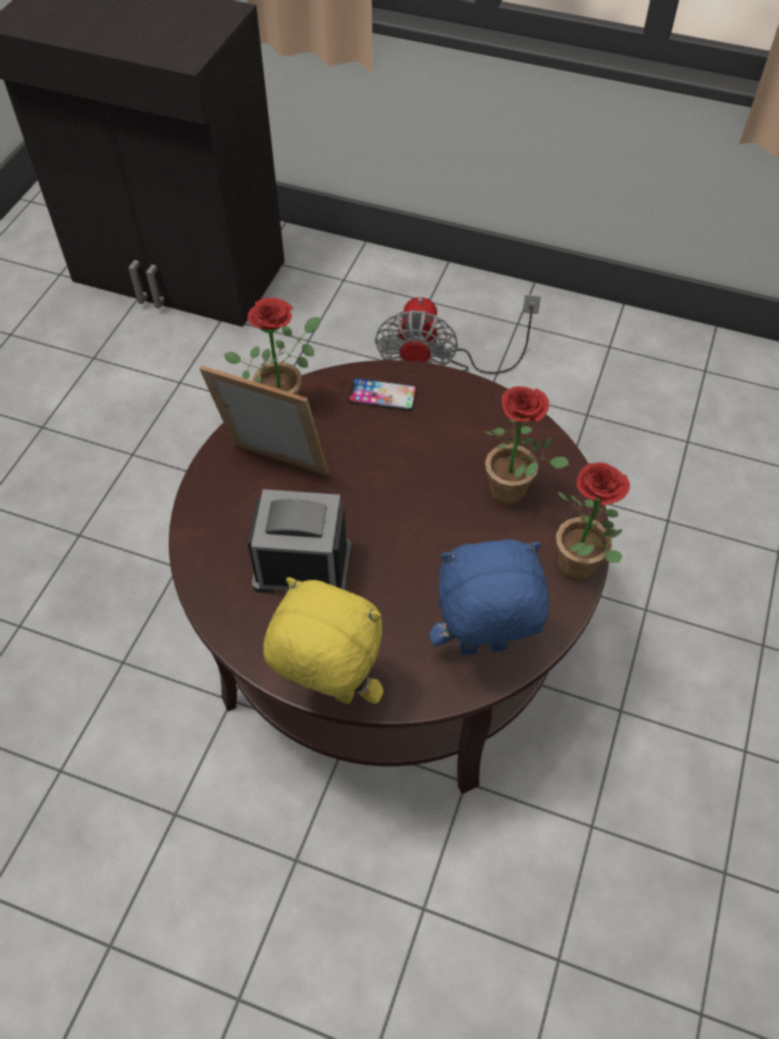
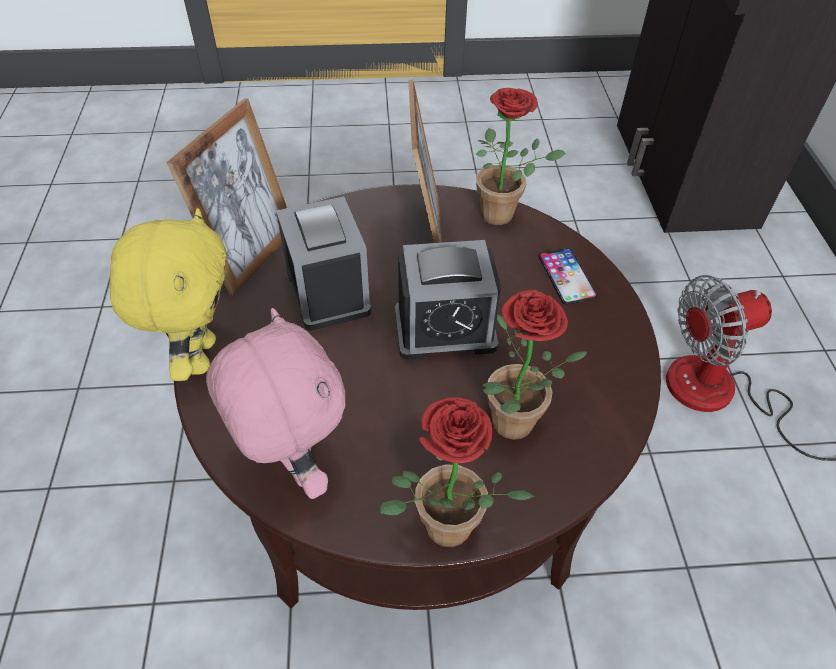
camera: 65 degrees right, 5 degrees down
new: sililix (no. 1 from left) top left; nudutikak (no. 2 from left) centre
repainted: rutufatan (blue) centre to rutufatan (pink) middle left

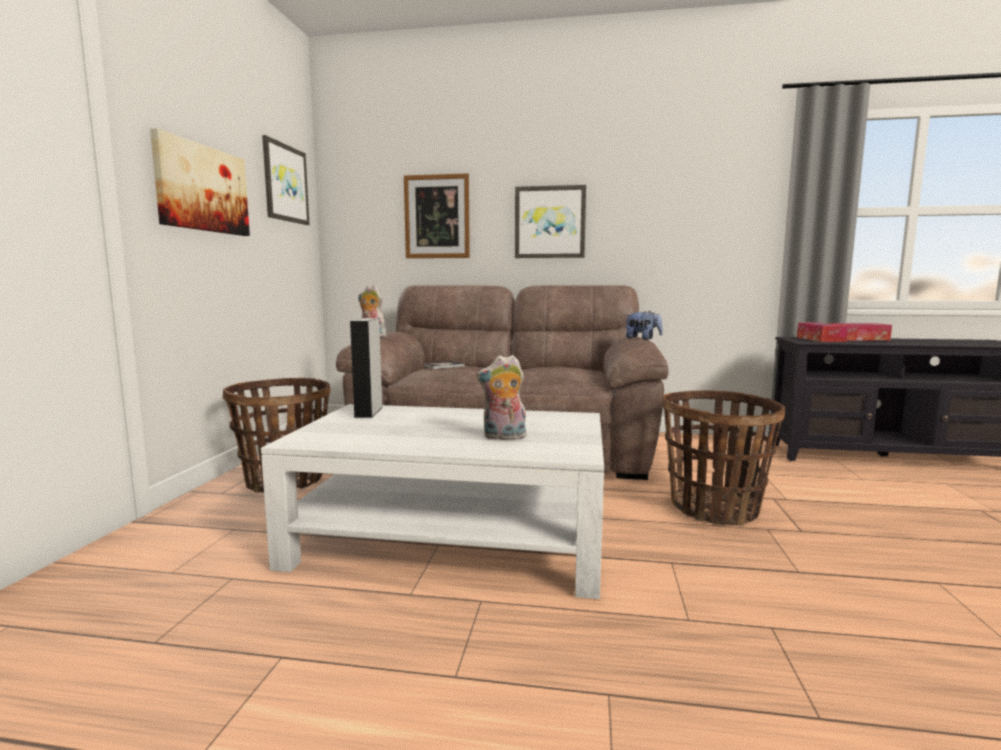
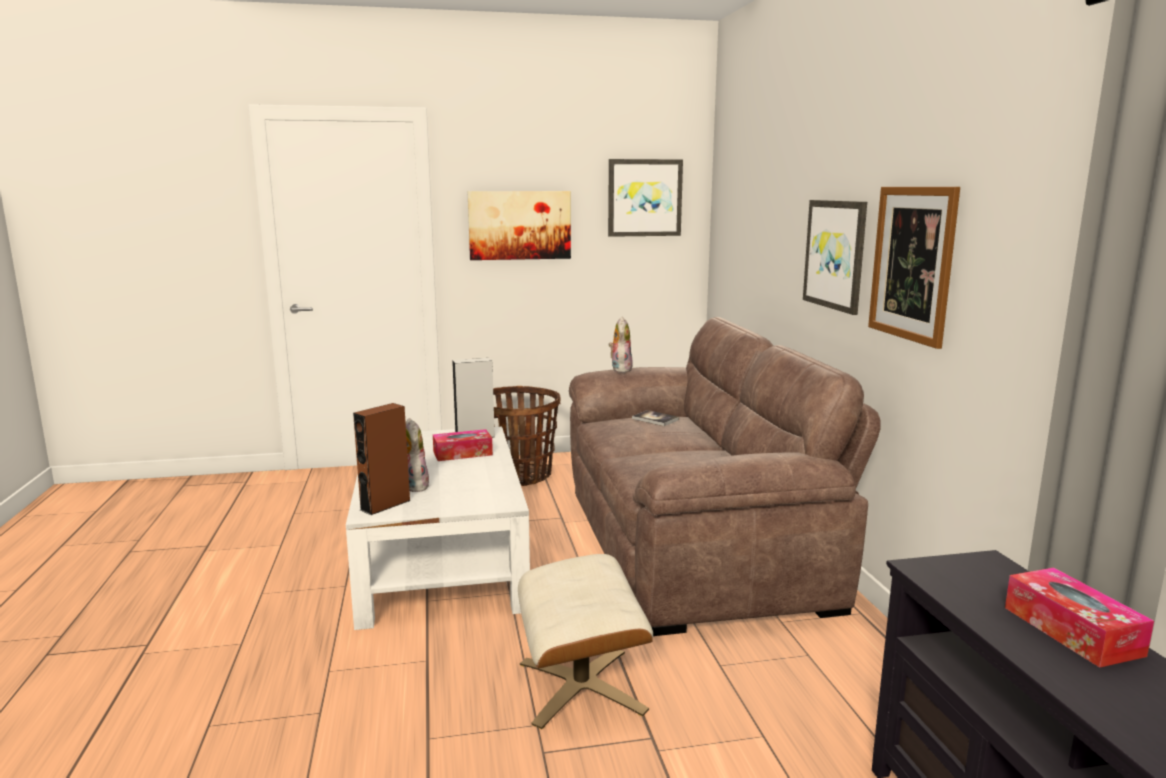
camera: 70 degrees right, 5 degrees up
gone: rutufatan (no. 3 from left) centre
new: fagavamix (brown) middle left
shifted: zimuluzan (no. 1 from left) middle right to centre; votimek (no. 3 from left in the first image) top centre to votimek (no. 4 from left) middle right
swapped: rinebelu (no. 2 from left) middle right to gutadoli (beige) bottom centre

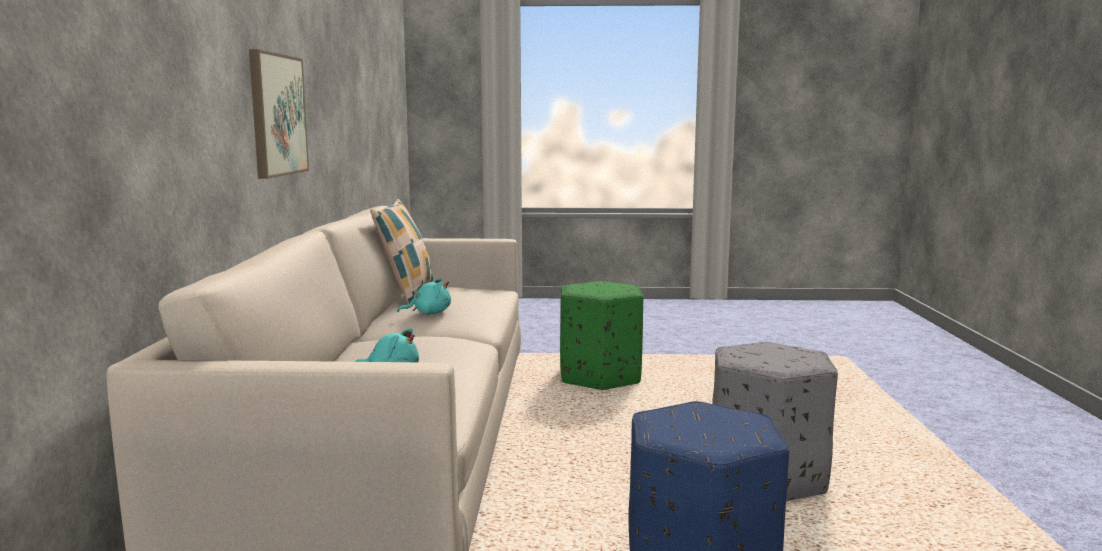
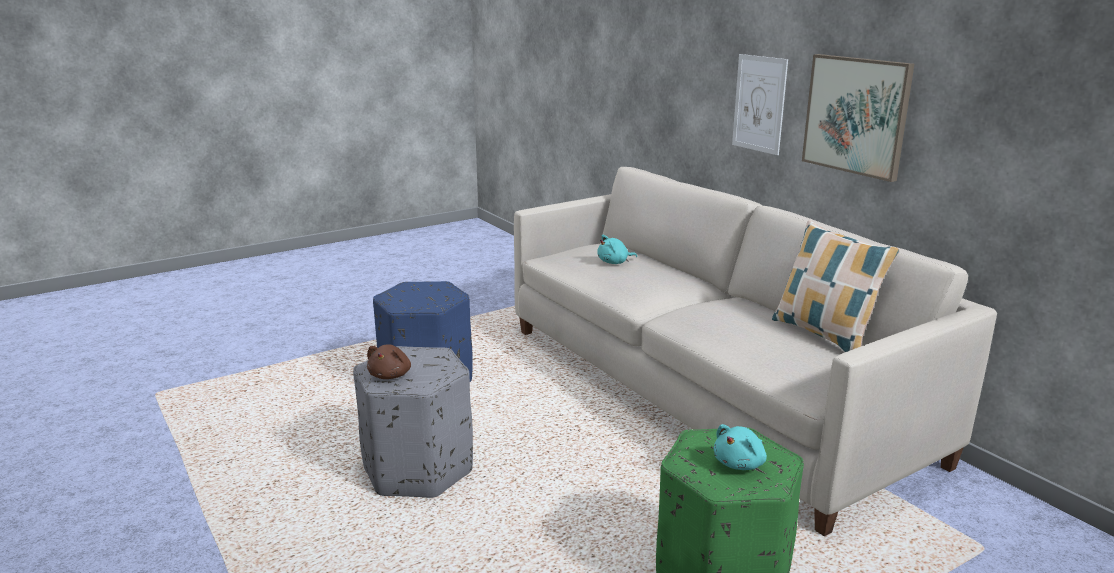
camera: 145 degrees right, 10 degrees up
new: rutufatan (brown) centre; votimek (no. 1 from left) top right
shifted: rutufatan (turquoise) (no. 2 from left) centre to bottom centre

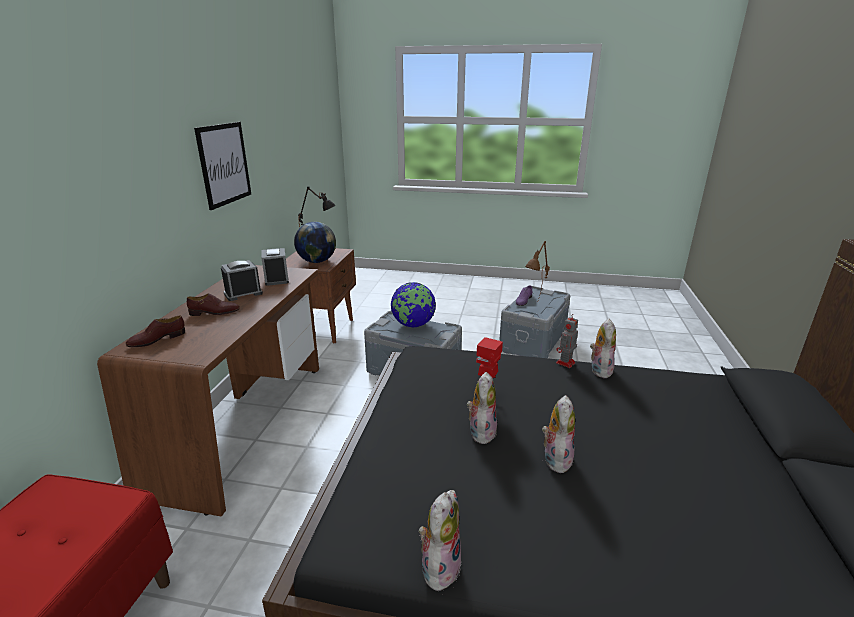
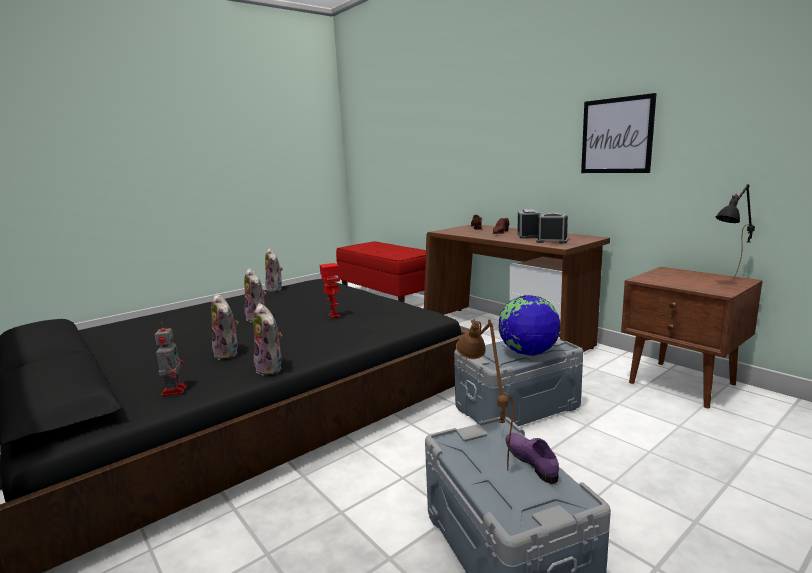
camera: 130 degrees right, 10 degrees down
gone: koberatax (no. 1 from left) centre
shifted: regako (no. 2 from left in the first image) centre to regako (no. 1 from left) middle left; rutufatan (no. 2 from left in the first image) centre to rutufatan (no. 1 from left) middle left

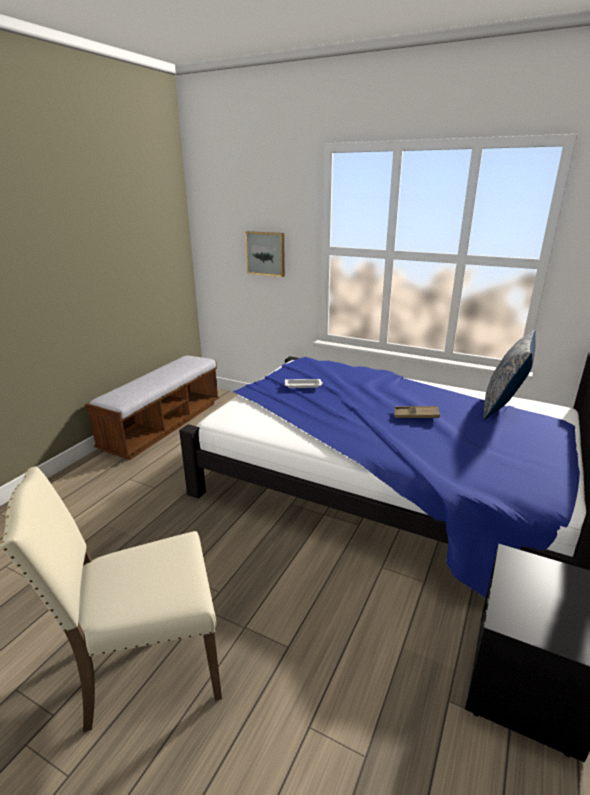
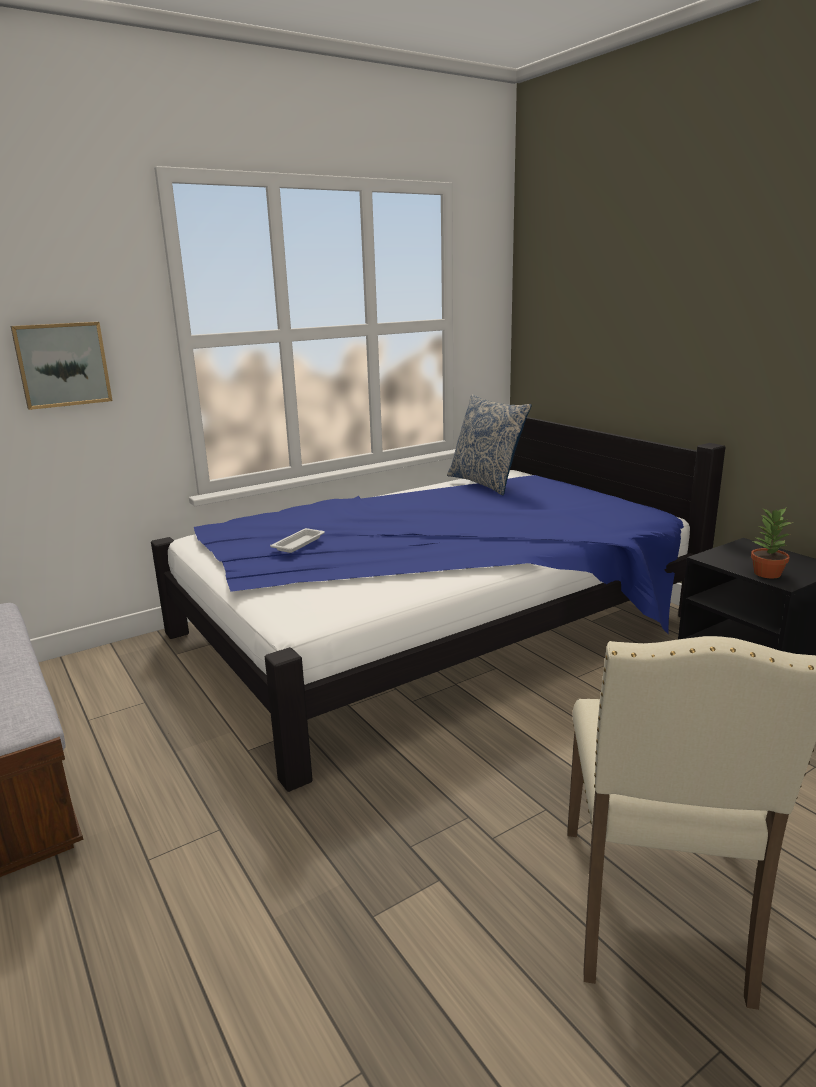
camera: 60 degrees left, 5 degrees down
gone: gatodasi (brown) middle right
new: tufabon middle right

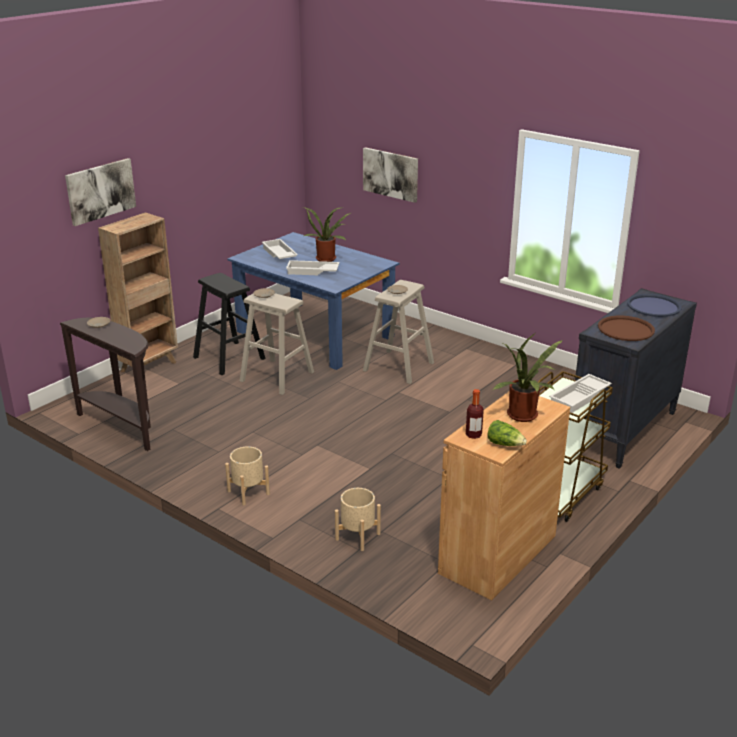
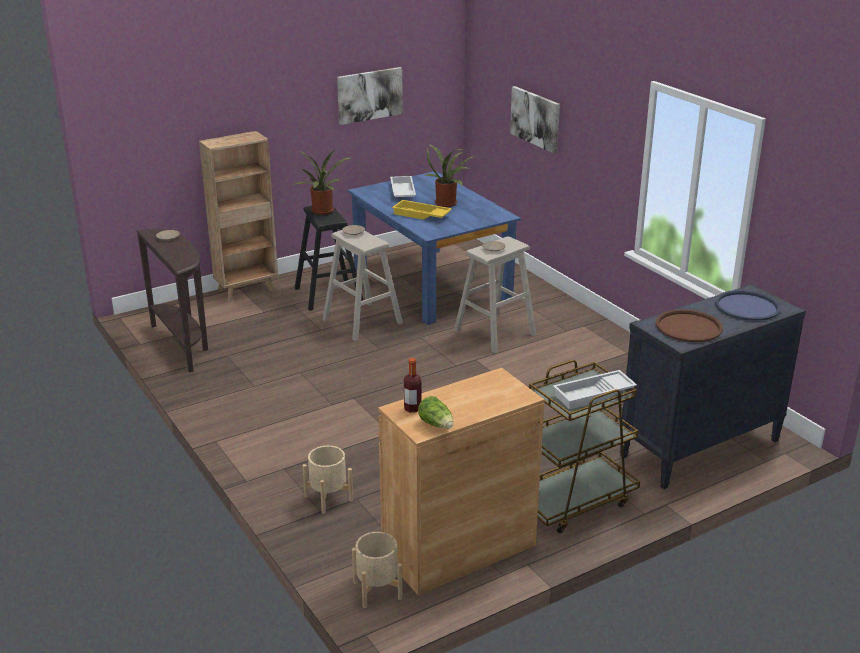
camera: 20 degrees right, 0 degrees up
shifted: tufabon (no. 2 from left in the first image) middle right to tufabon (no. 1 from left) top centre; votimek (no. 1 from left) top left to top centre; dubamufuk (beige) (no. 1 from left in the first image) centre to dubamufuk (beige) (no. 2 from left) bottom centre
repainted: gatodasi (white) (no. 2 from left) centre to gatodasi (yellow) top centre

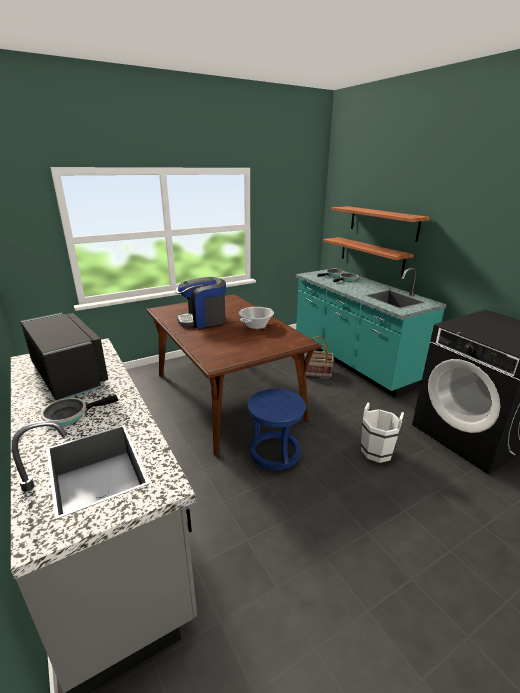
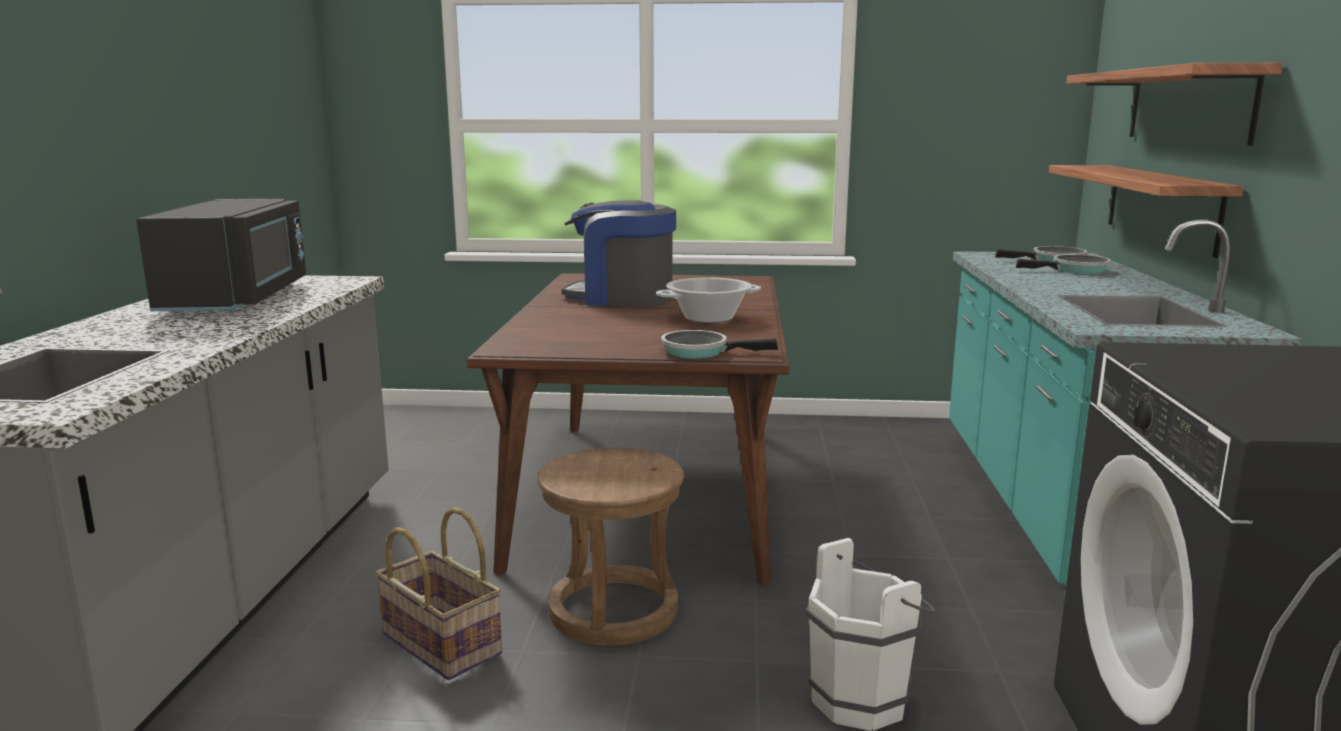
camera: 35 degrees right, 10 degrees down
shifted: rinebelu centre to bottom left; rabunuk (no. 1 from left) middle left to centre
repainted: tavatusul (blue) centre to tavatusul (brown) bottom centre

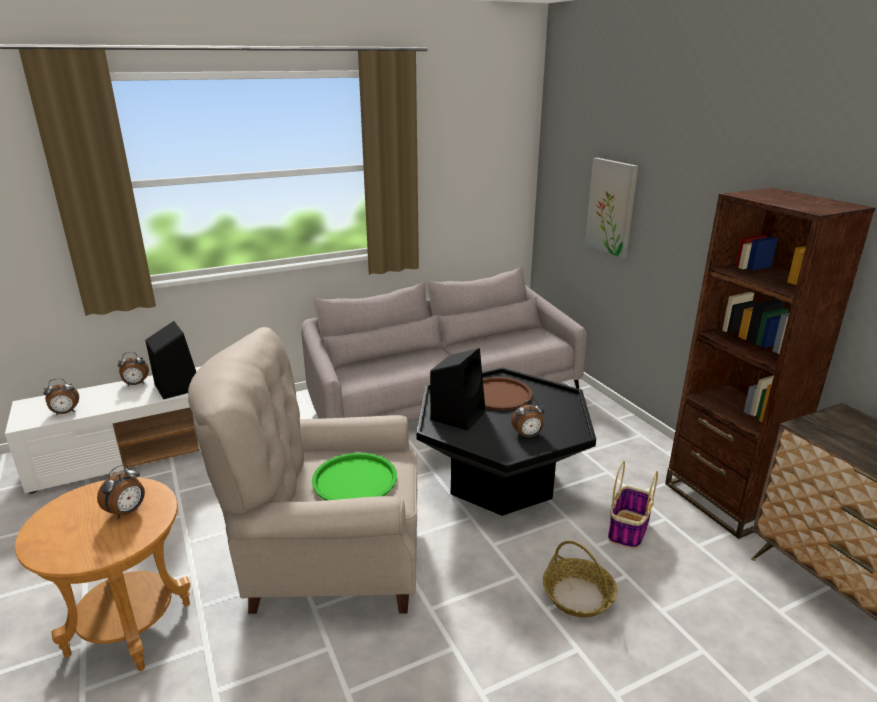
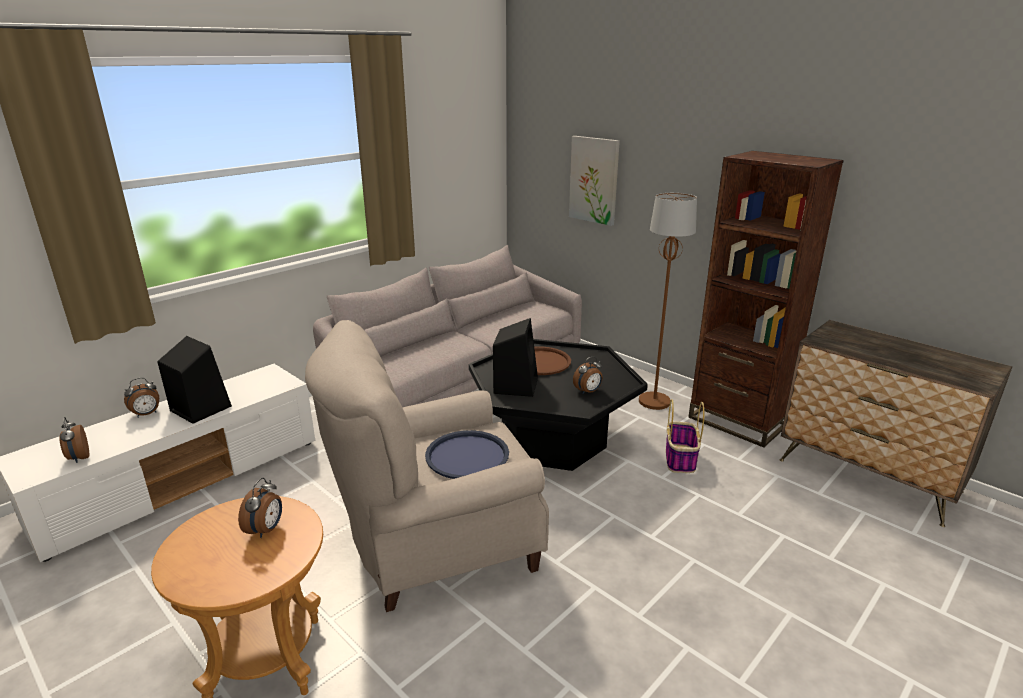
camera: 20 degrees left, 0 degrees up
gone: rinebelu (no. 1 from left) bottom centre
new: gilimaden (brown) centre
repainted: gatodasi (green) bottom centre to gatodasi (blue) centre
rotated: nudutikak (no. 1 from left) middle left = middle left 105 degrees clockwise

